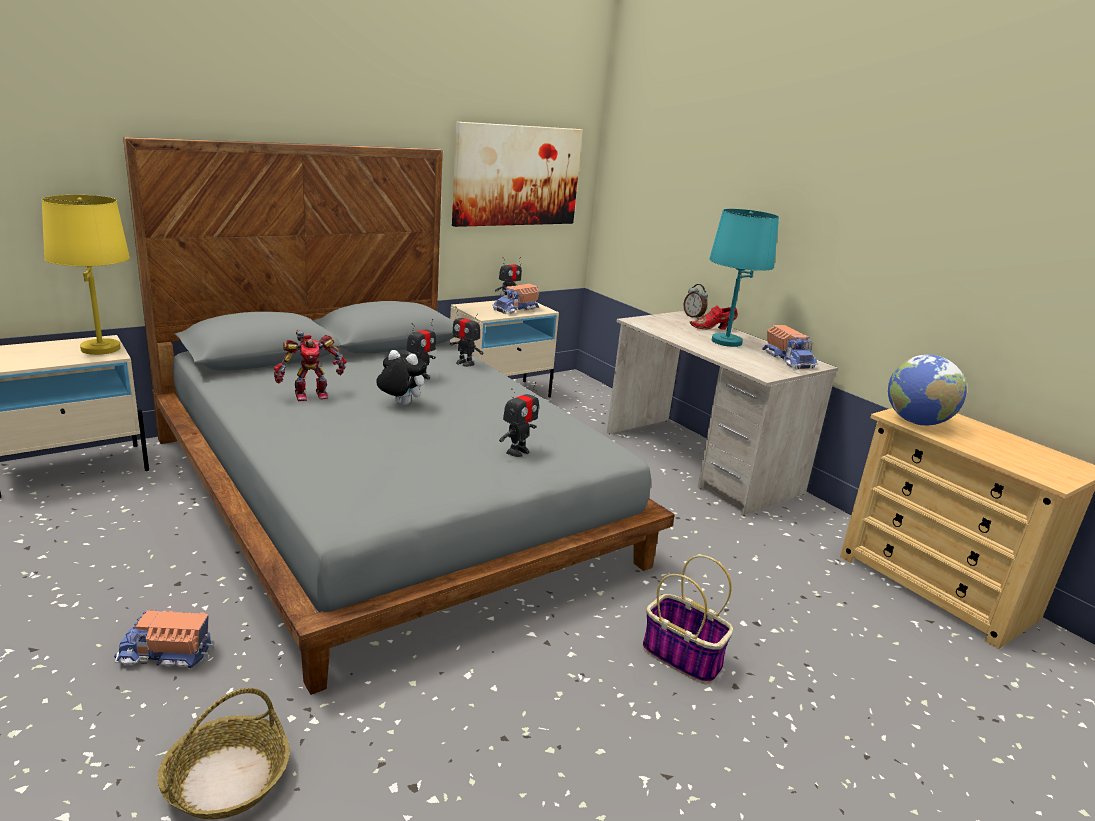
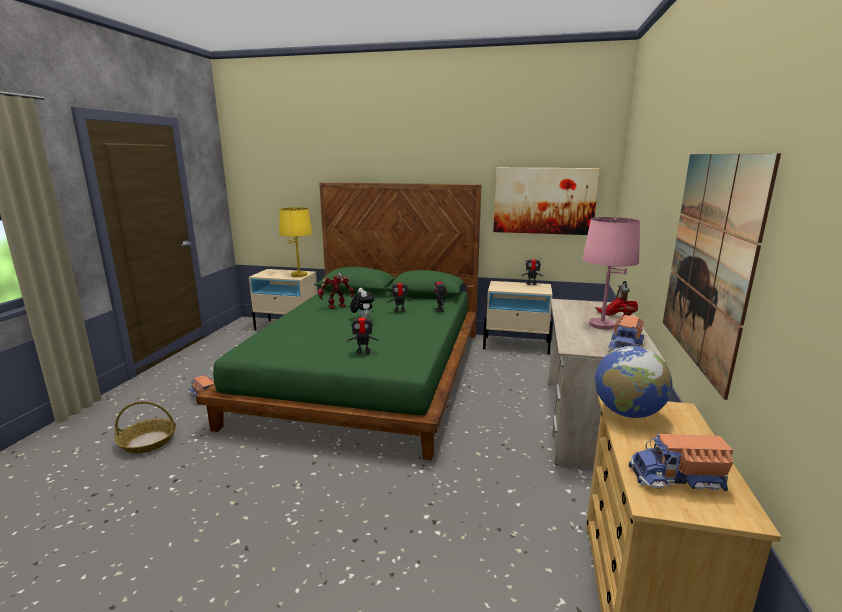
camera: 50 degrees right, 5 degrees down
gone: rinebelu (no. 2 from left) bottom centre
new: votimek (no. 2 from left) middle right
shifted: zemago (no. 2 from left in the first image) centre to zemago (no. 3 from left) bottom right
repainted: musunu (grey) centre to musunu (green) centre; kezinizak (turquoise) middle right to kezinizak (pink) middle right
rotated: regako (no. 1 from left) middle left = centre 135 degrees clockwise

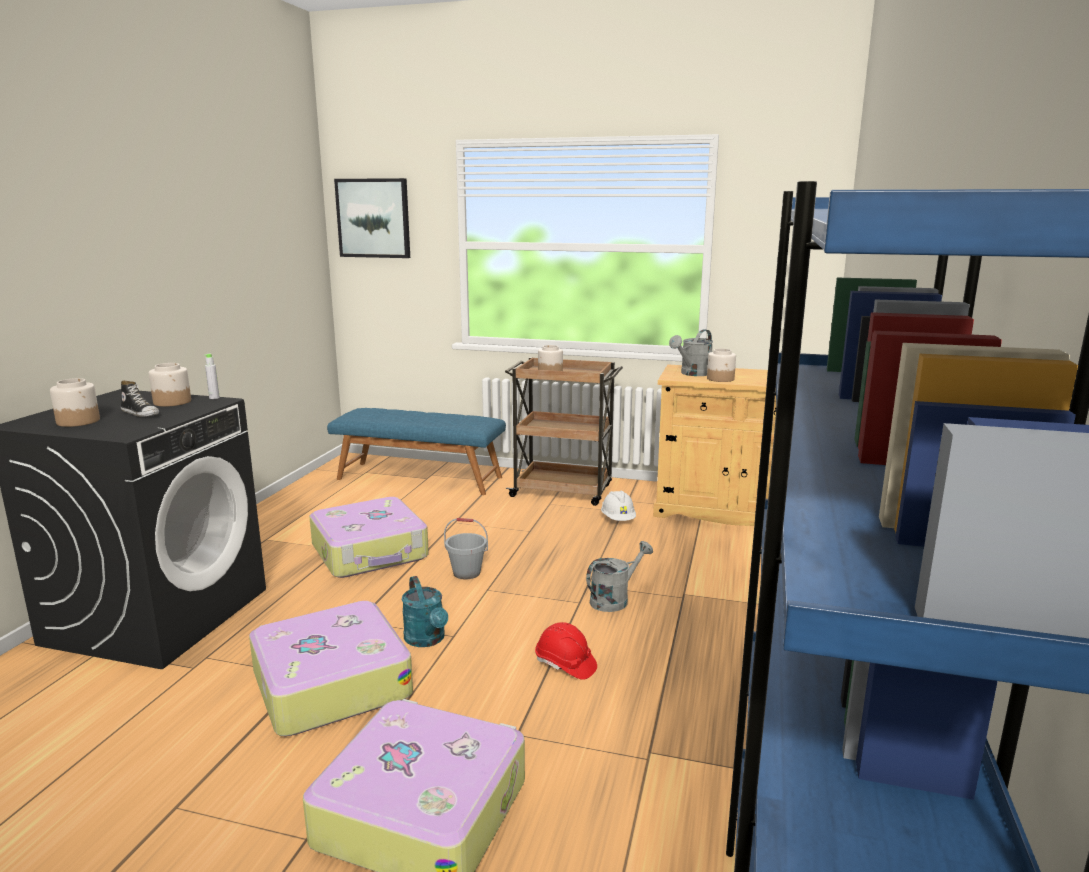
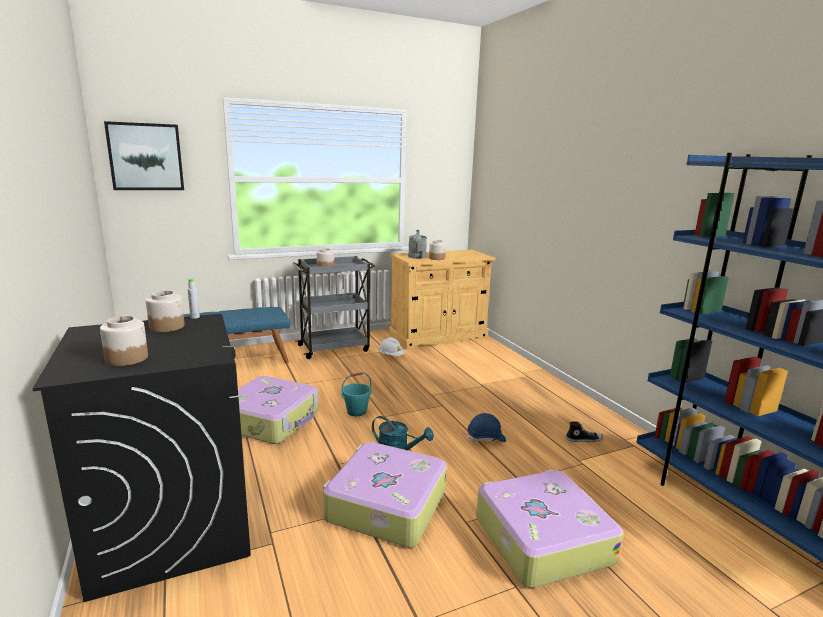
camera: 40 degrees left, 0 degrees up
gone: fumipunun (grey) (no. 1 from left) centre
shifted: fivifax middle left to bottom right
repainted: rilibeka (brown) centre to rilibeka (grey) centre; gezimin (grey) centre to gezimin (turquoise) centre; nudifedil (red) bottom centre to nudifedil (blue) bottom centre

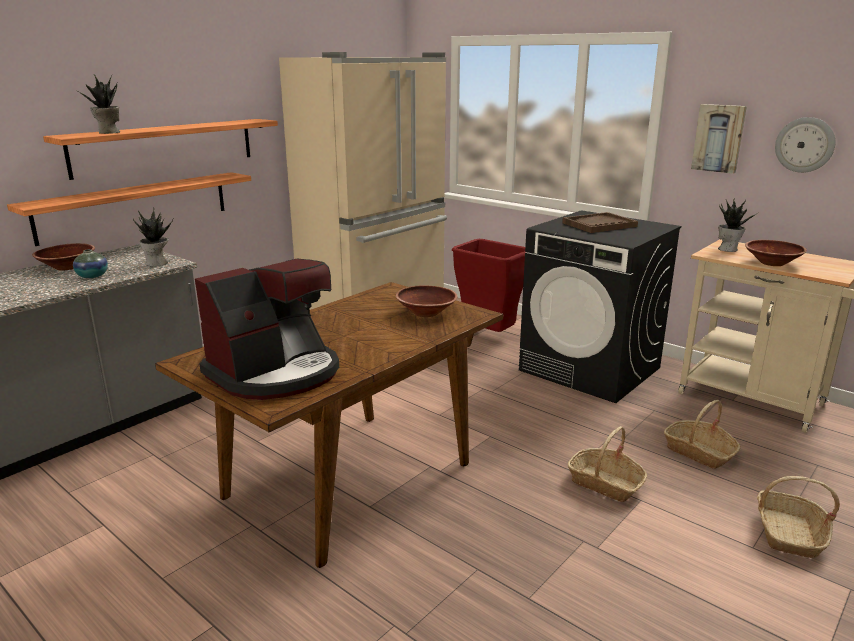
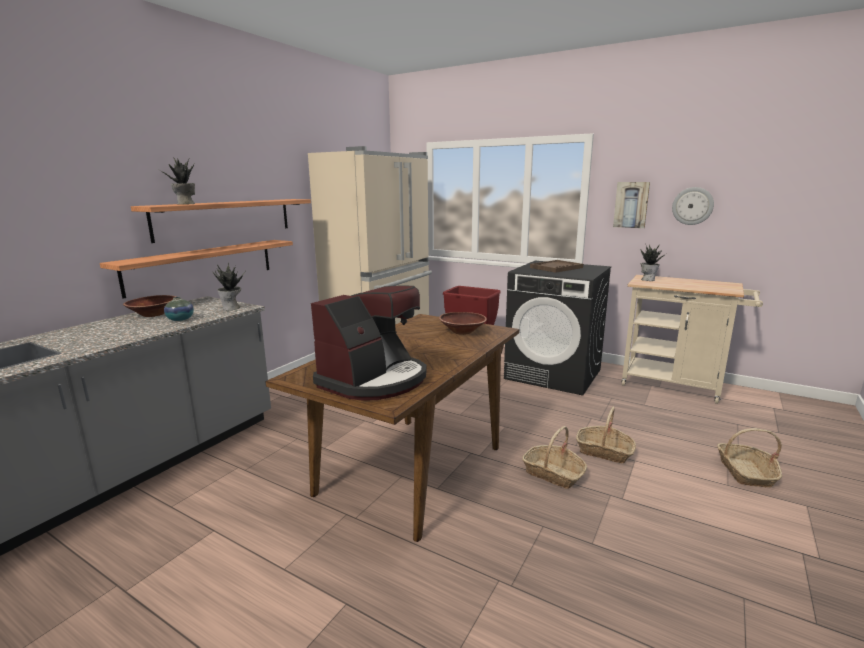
camera: 10 degrees left, 5 degrees down
gone: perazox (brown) (no. 3 from left) middle right
shifted: rinebelu (no. 2 from left in the first image) bottom right to rinebelu (no. 1 from left) bottom centre

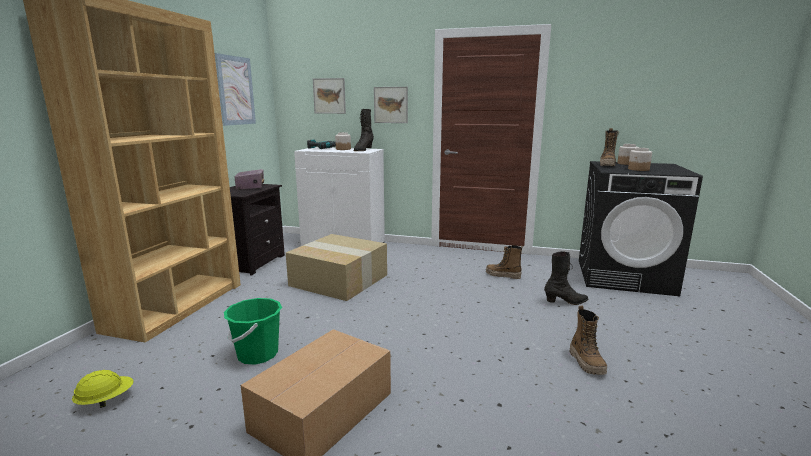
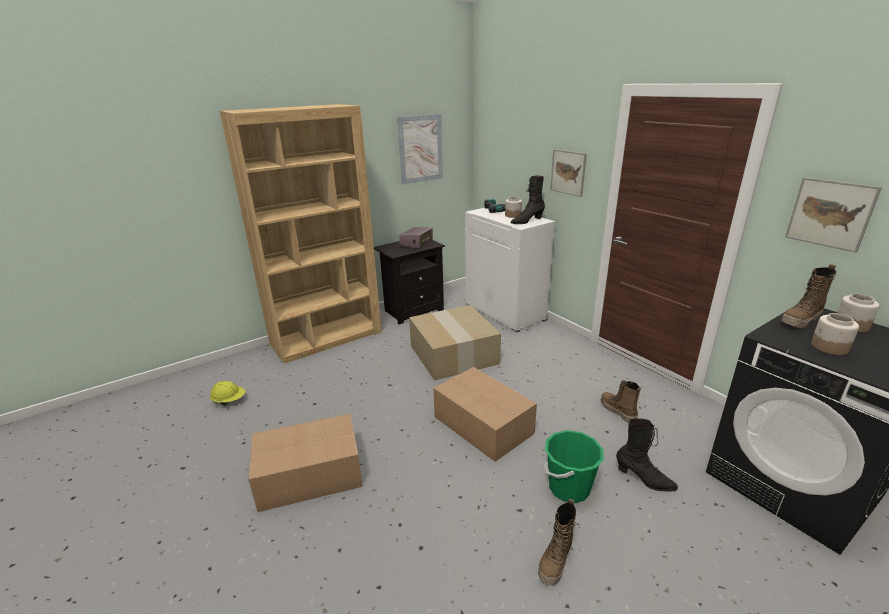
camera: 40 degrees right, 10 degrees up
new: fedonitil (no. 3 from left) bottom centre
shifted: gezimin (green) bottom left to bottom centre; votimek (no. 2 from left in the first image) top centre to votimek (no. 3 from left) middle right

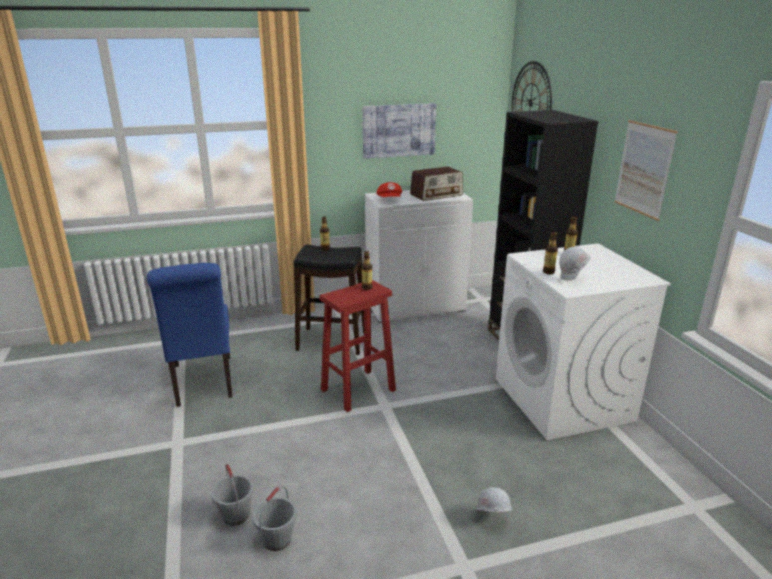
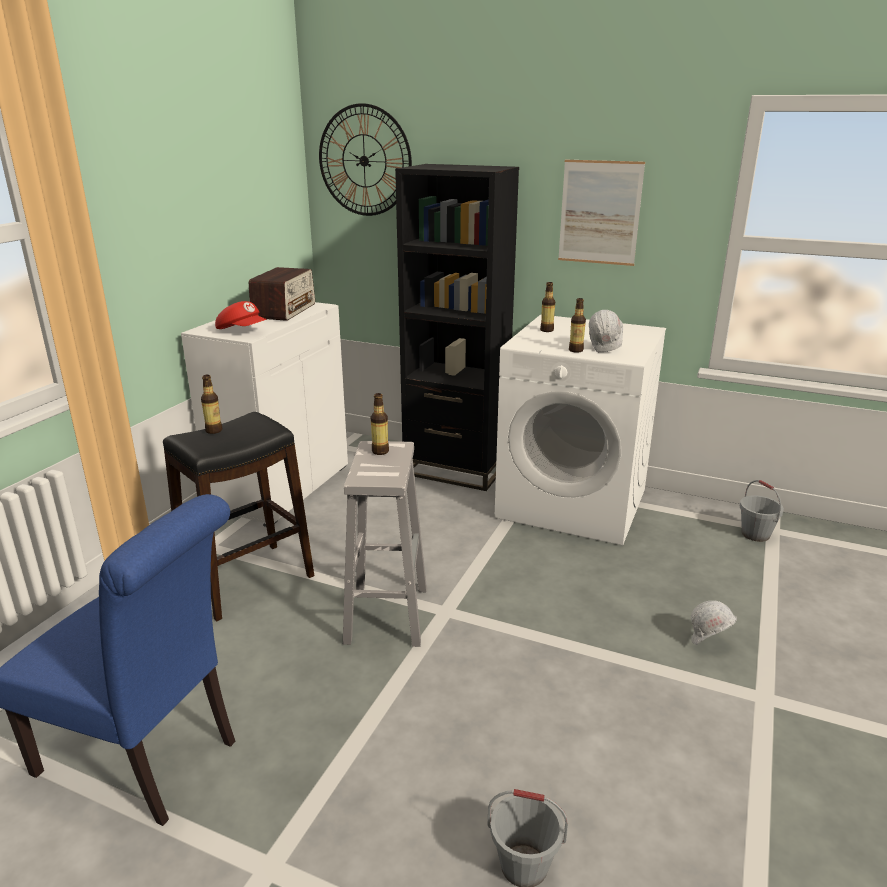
camera: 50 degrees left, 0 degrees up
gone: votimek (no. 1 from left) top centre
shifted: gezimin (grey) (no. 2 from left) bottom centre to middle right
repainted: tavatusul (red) centre to tavatusul (white) centre

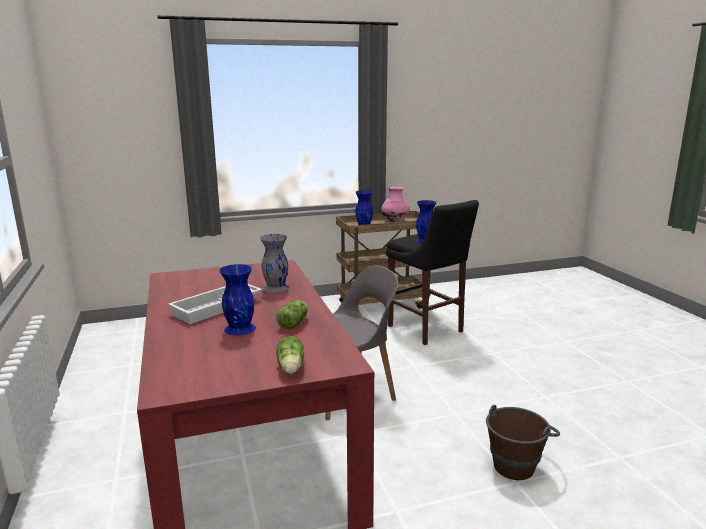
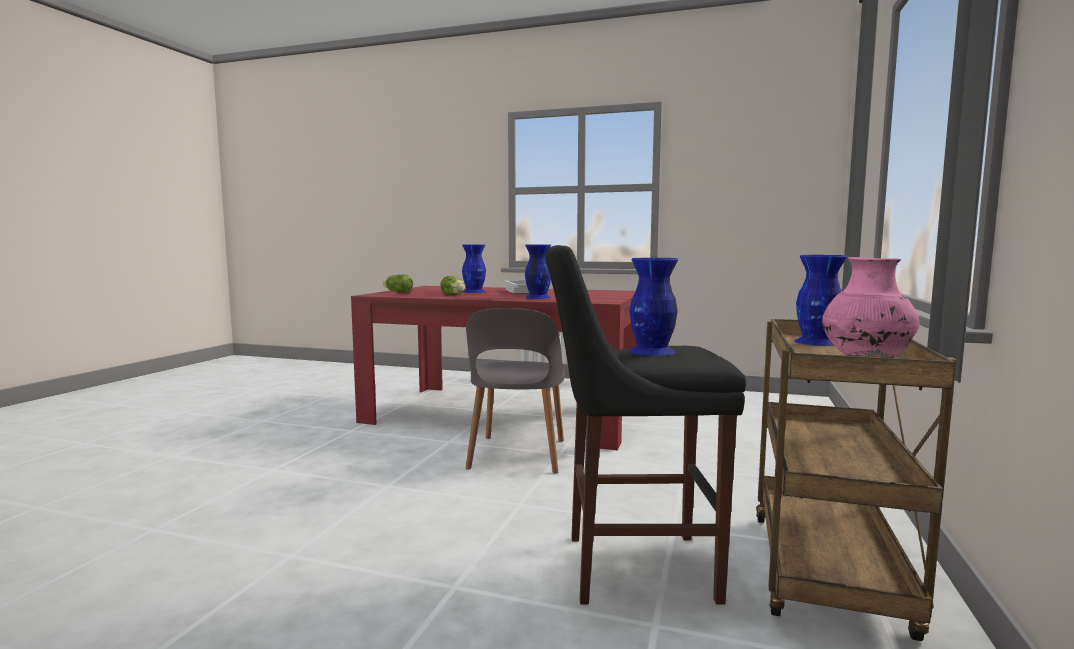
camera: 125 degrees right, 10 degrees down
gone: gezimin (brown) bottom right
repainted: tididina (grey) centre to tididina (blue) (no. 2 from left) centre

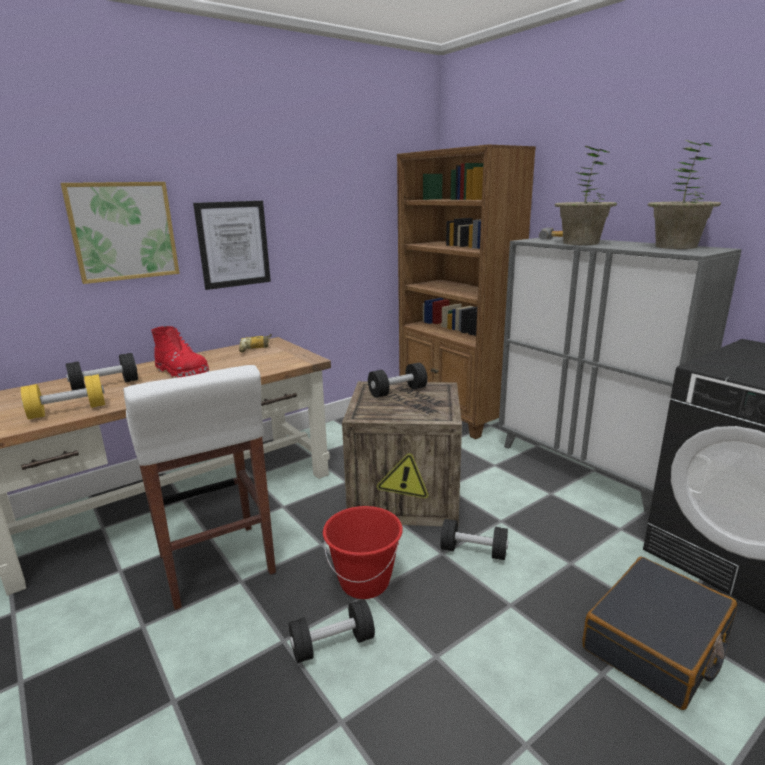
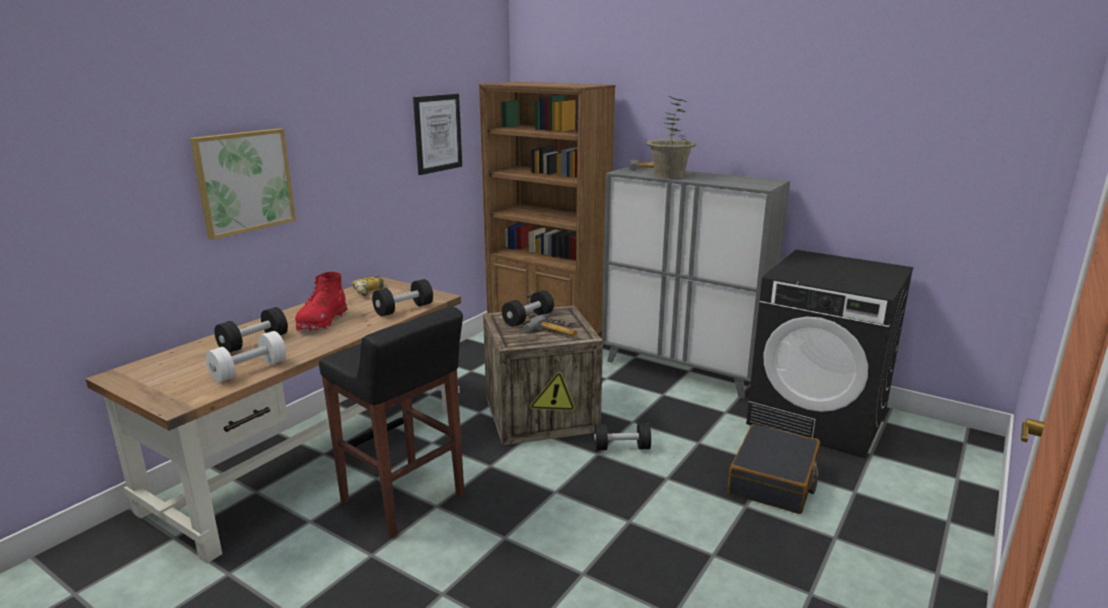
camera: 20 degrees left, 0 degrees up
gone: gezimin (red) bottom centre; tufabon (no. 2 from left) top right
new: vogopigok (no. 1 from left) centre
shifted: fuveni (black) (no. 2 from left) bottom centre to centre; votimek (no. 2 from left) top left to top centre
repainted: fuveni (yellow) middle left to fuveni (white) middle left; tavatusul (white) middle left to tavatusul (black) bottom centre
rotated: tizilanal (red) middle left = middle left 90 degrees clockwise

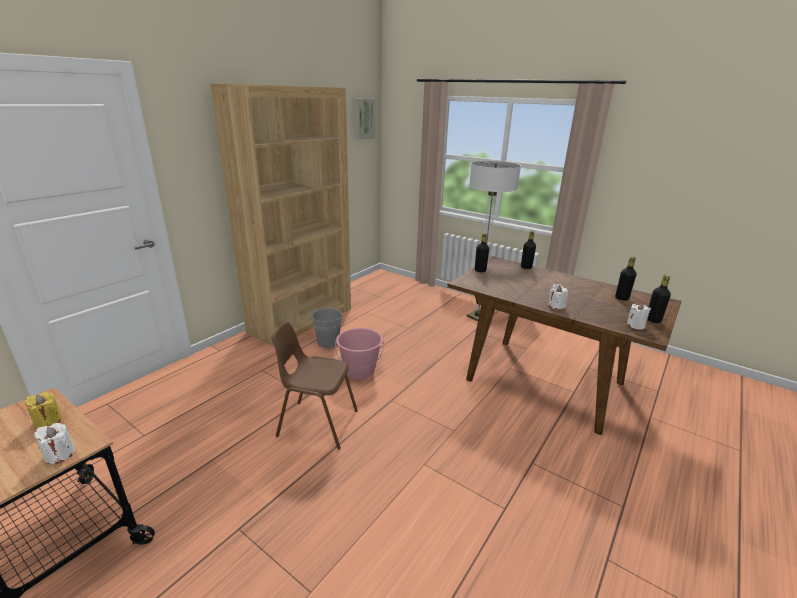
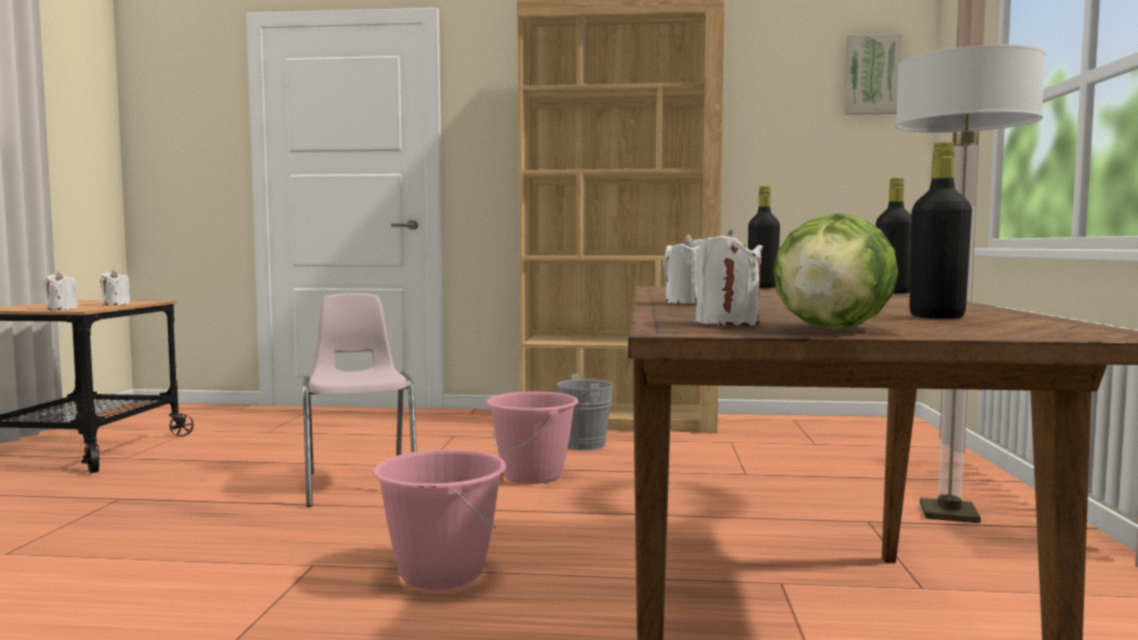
camera: 60 degrees right, 20 degrees down
new: gezimin (pink) (no. 1 from left) bottom centre
swapped: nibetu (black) (no. 4 from left) middle right to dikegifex middle right
repainted: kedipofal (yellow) bottom left to kedipofal (white) (no. 2 from left) middle left; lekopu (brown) centre to lekopu (pink) middle left

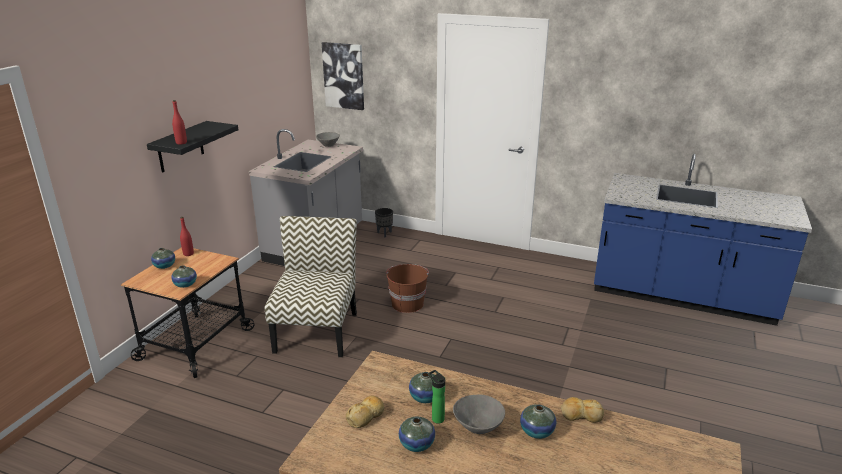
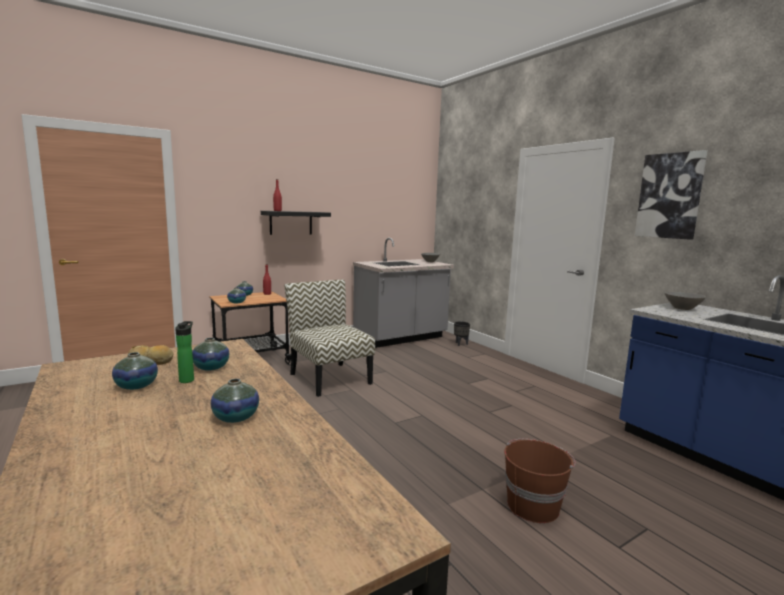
camera: 35 degrees right, 15 degrees down
gone: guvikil (no. 2 from left) bottom right
shifted: gezimin (brown) centre to bottom right; votimek top centre to top right; perazox (grey) (no. 2 from left) bottom centre to middle right
rotated: lekopu centre = centre 75 degrees counterclockwise

